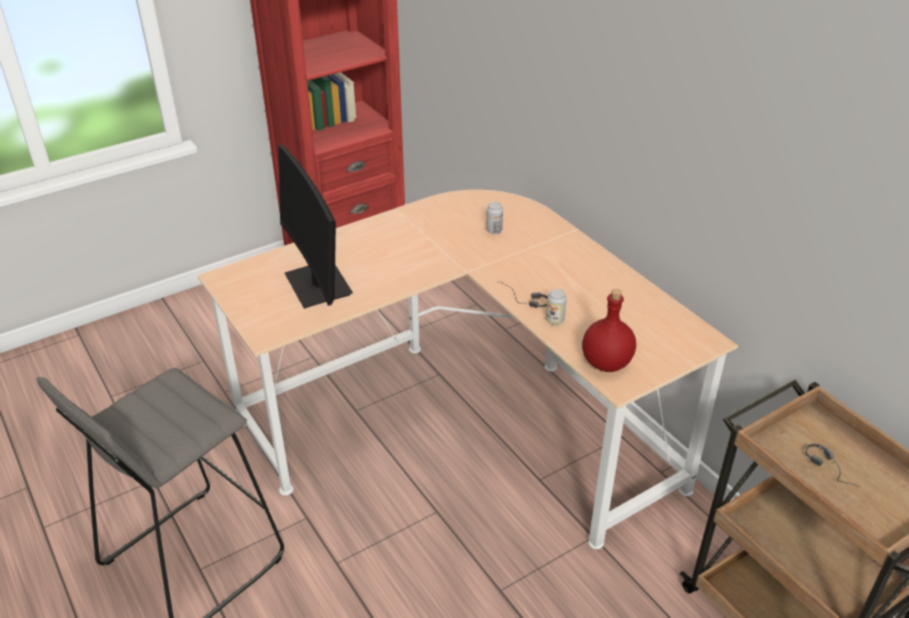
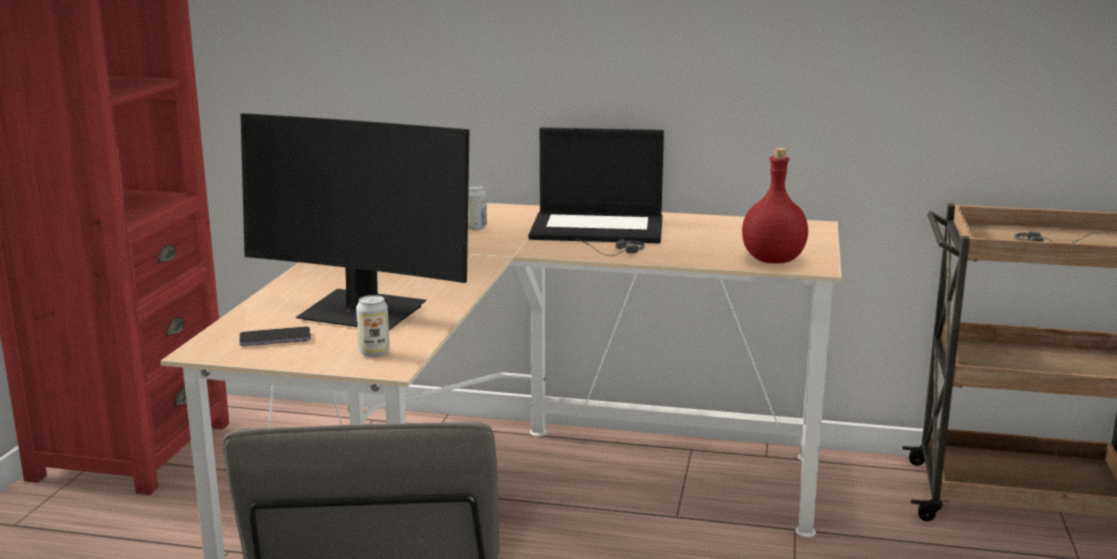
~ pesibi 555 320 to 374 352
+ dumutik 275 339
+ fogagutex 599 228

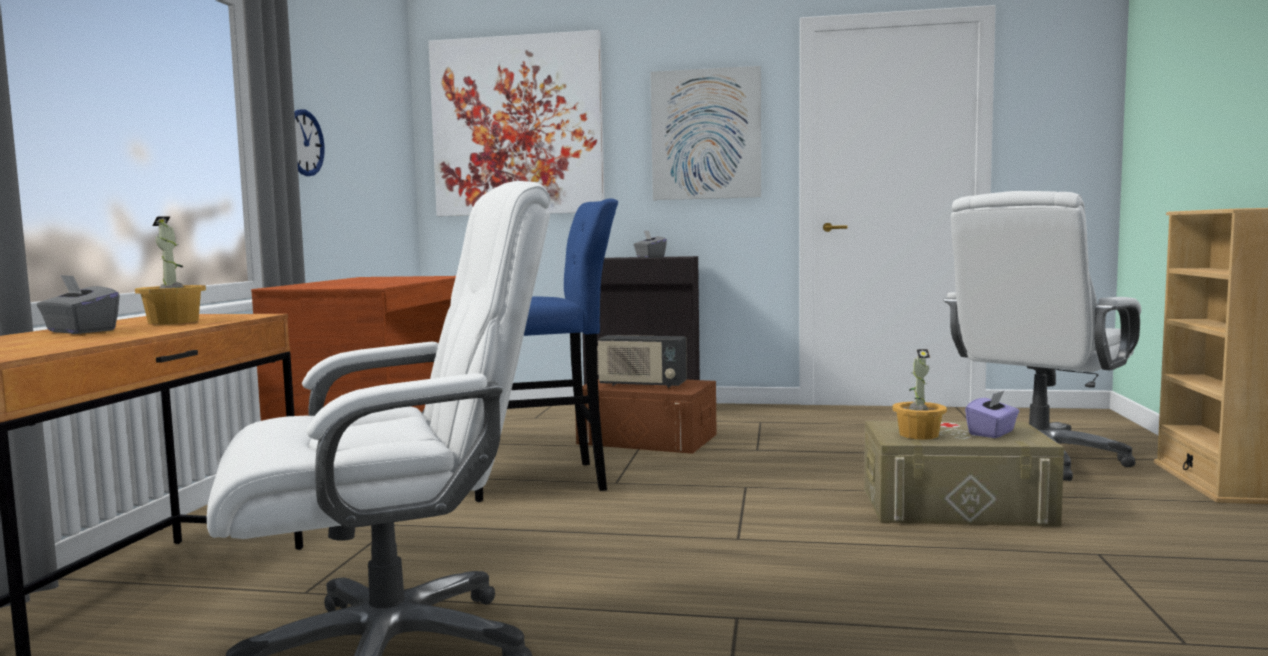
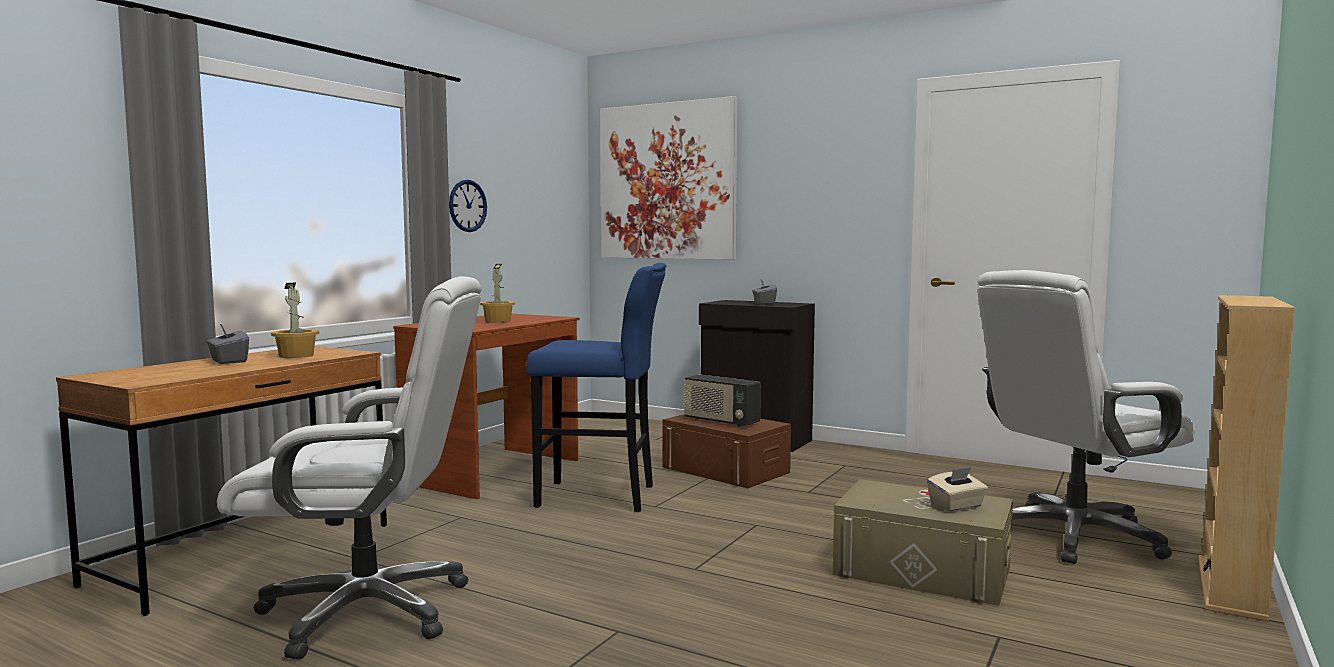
- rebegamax 706 134
~ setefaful 918 434 to 498 321
~ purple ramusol 992 433 to beige ramusol 956 506

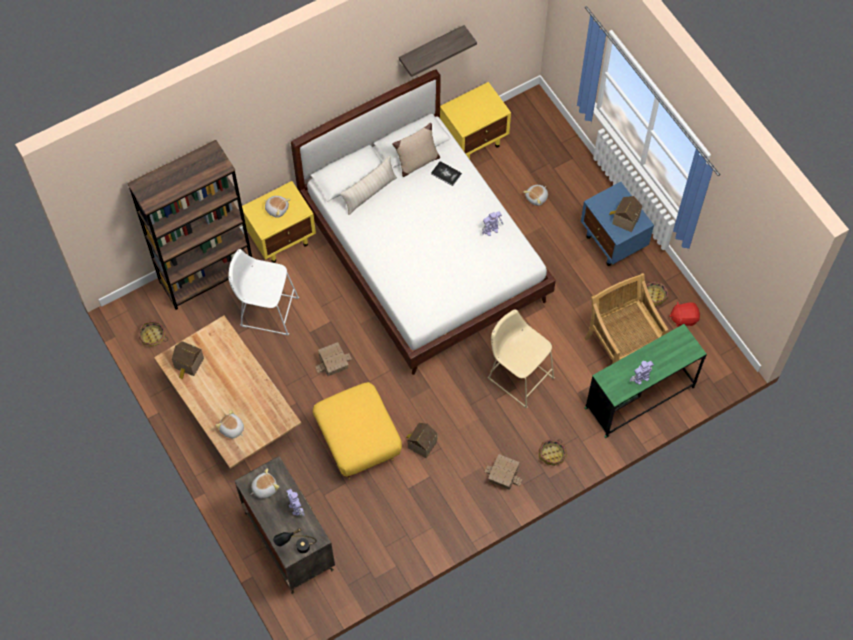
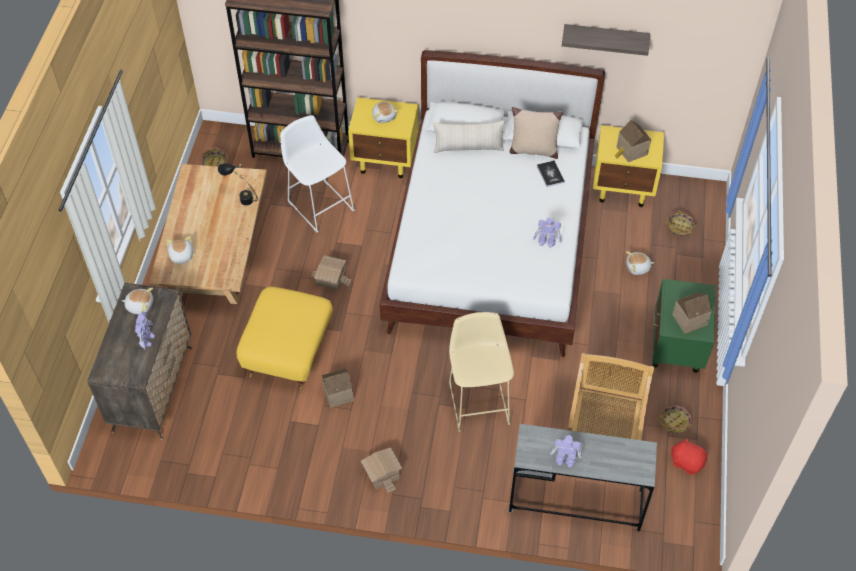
~ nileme 189 364 to 630 151
~ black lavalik 296 548 to 241 198
~ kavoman 552 454 to 680 227
~ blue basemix 613 243 to green basemix 676 350
~ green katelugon 639 398 to grey katelugon 575 501

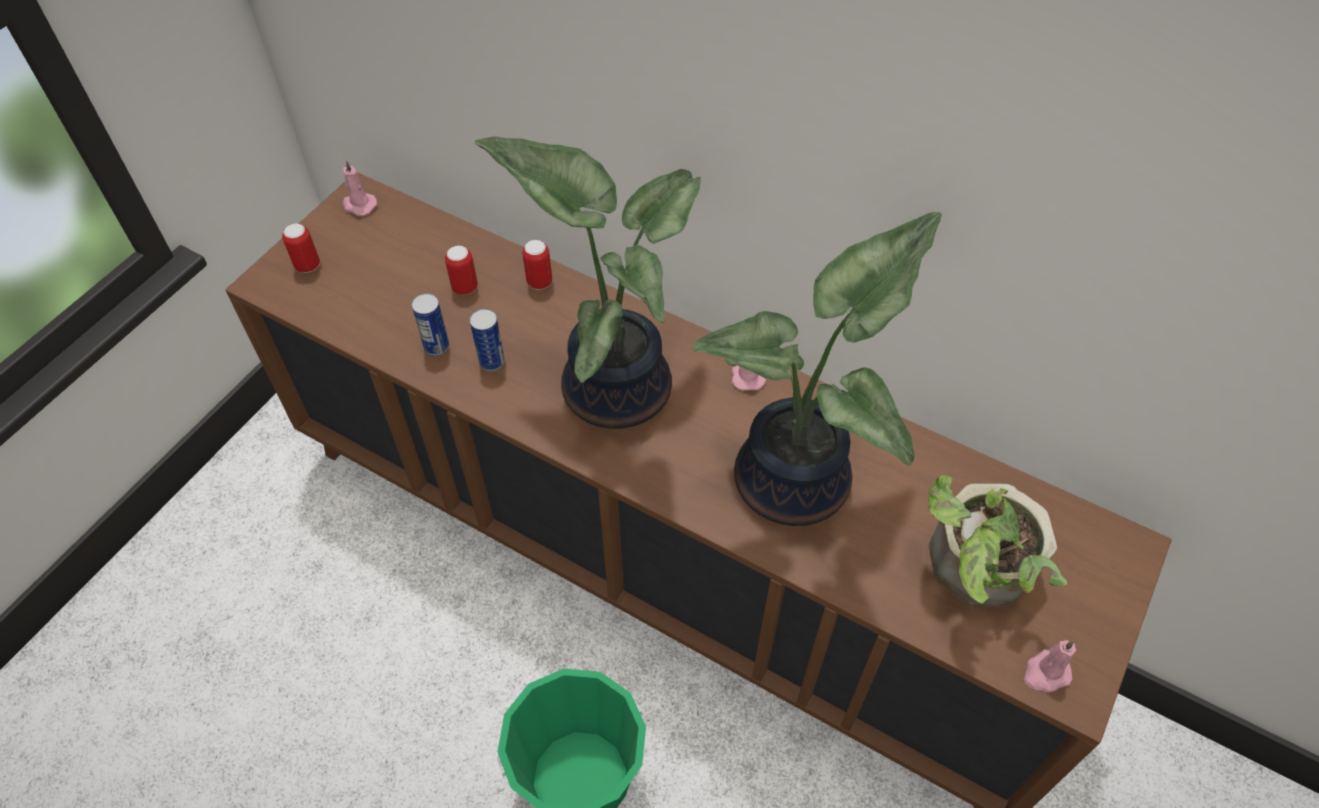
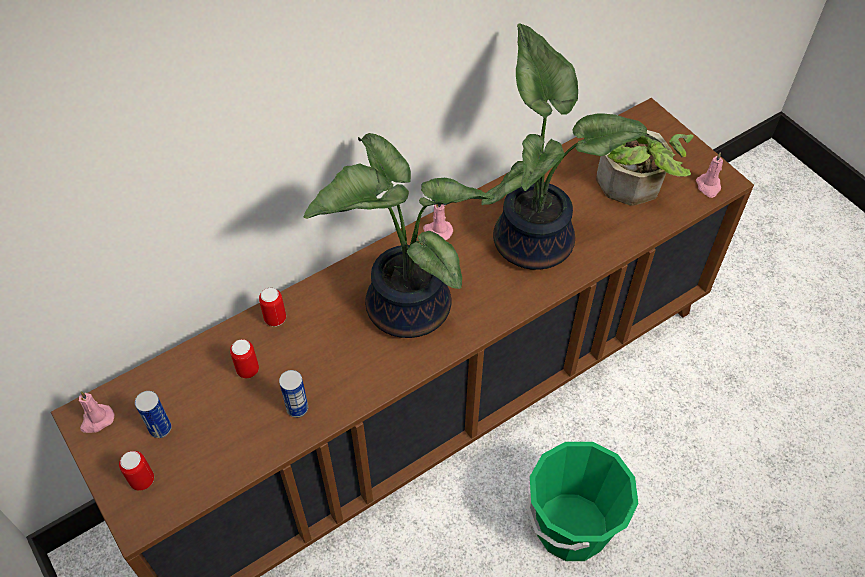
~ pesibi 492 362 to 160 428

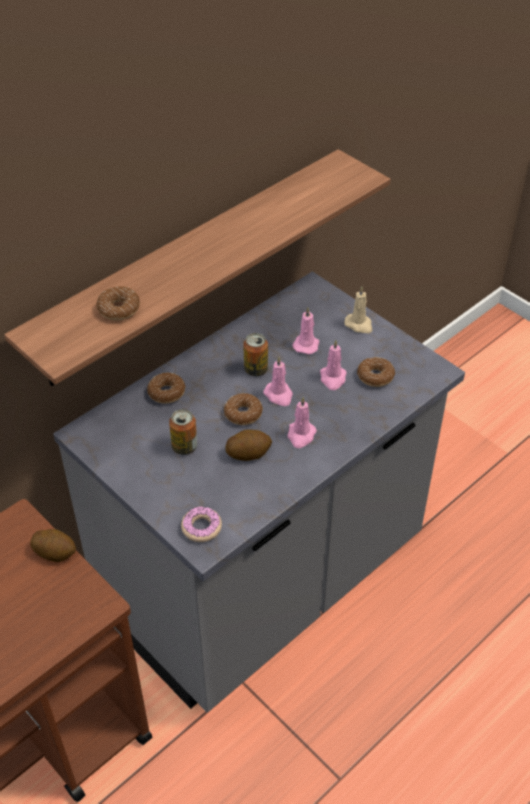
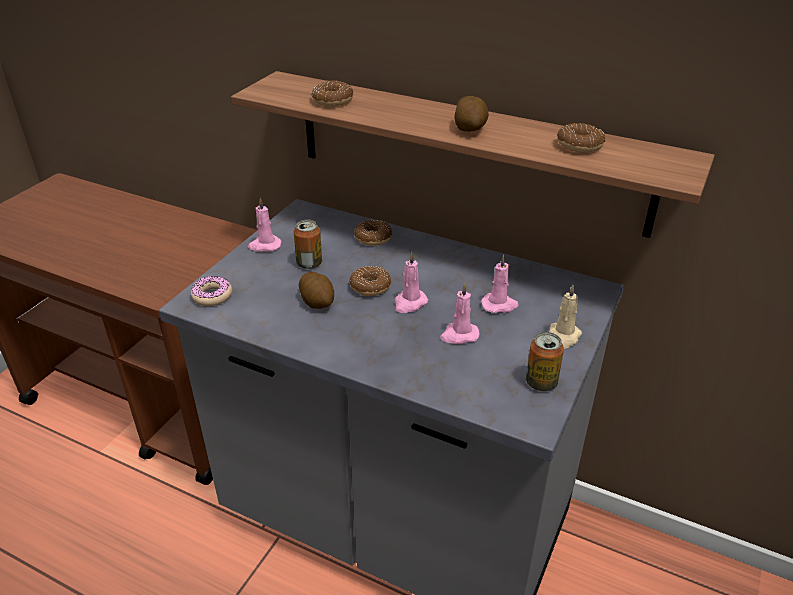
~ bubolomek 55 552 to 470 128
~ pesibi 256 369 to 541 382
~ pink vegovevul 301 435 to 264 245
~ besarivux 375 376 to 579 145

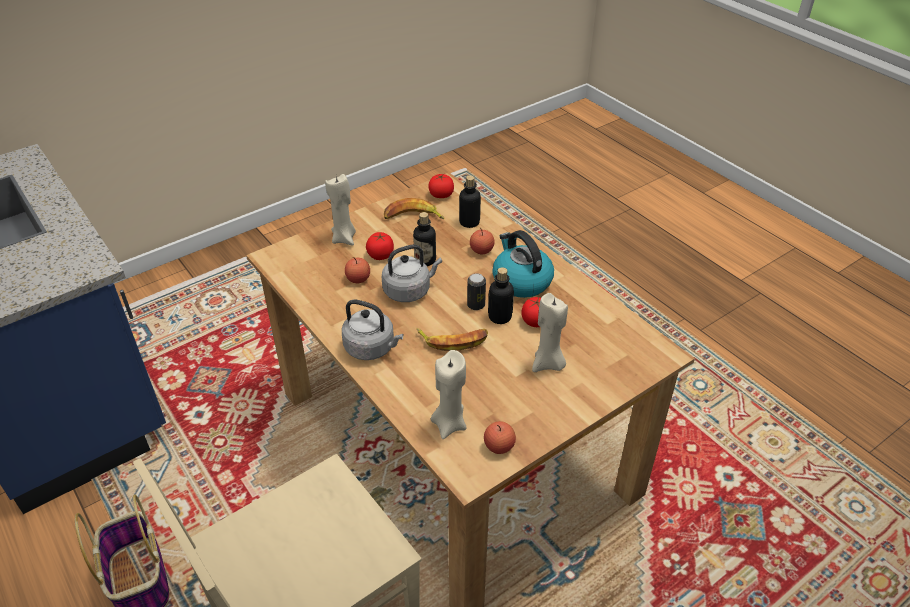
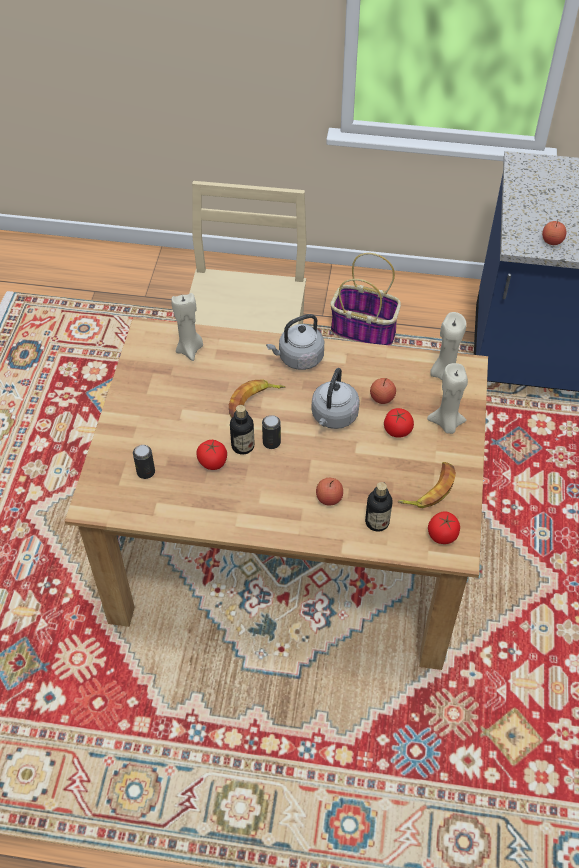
- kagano 425 260
~ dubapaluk 499 446 to 552 241
- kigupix 521 281
~ beige vegovevul 548 364 to 443 373
+ pesibi 146 472

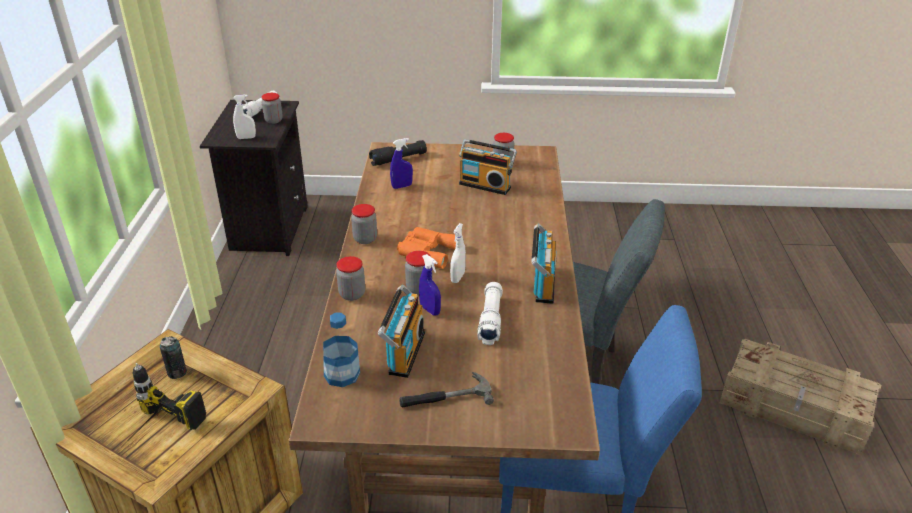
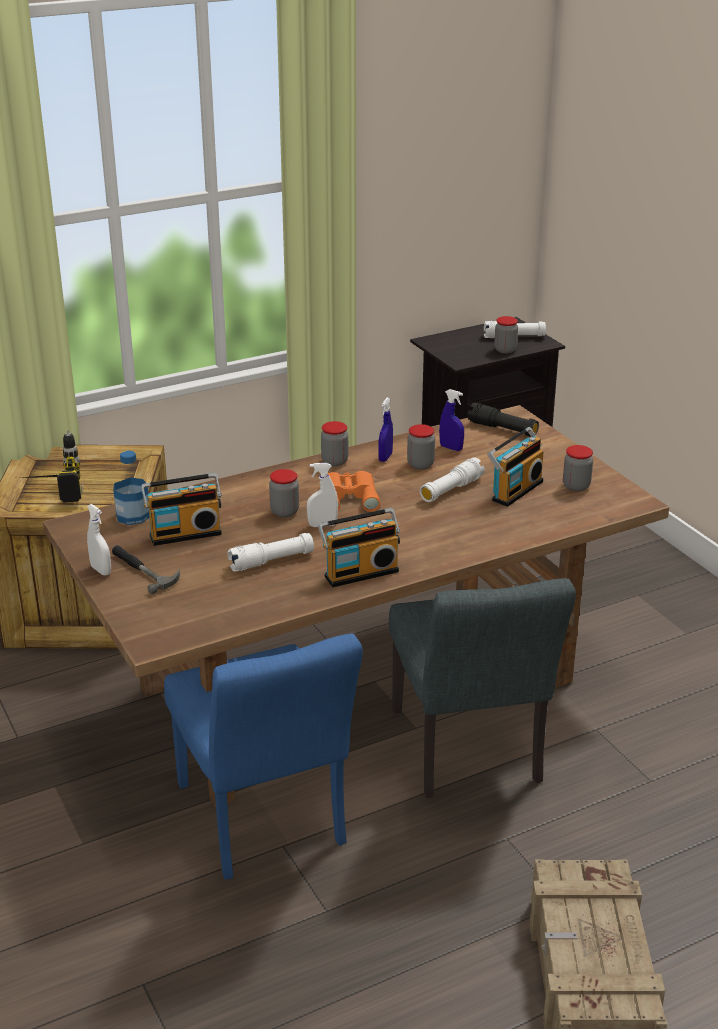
- pesibi 177 372
~ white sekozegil 246 138 to 101 570
~ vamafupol 352 294 to 420 464
~ blue sekozegil 430 310 to 385 457
~ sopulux 485 185 = 514 490 135 degrees counterclockwise
+ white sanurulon 451 490

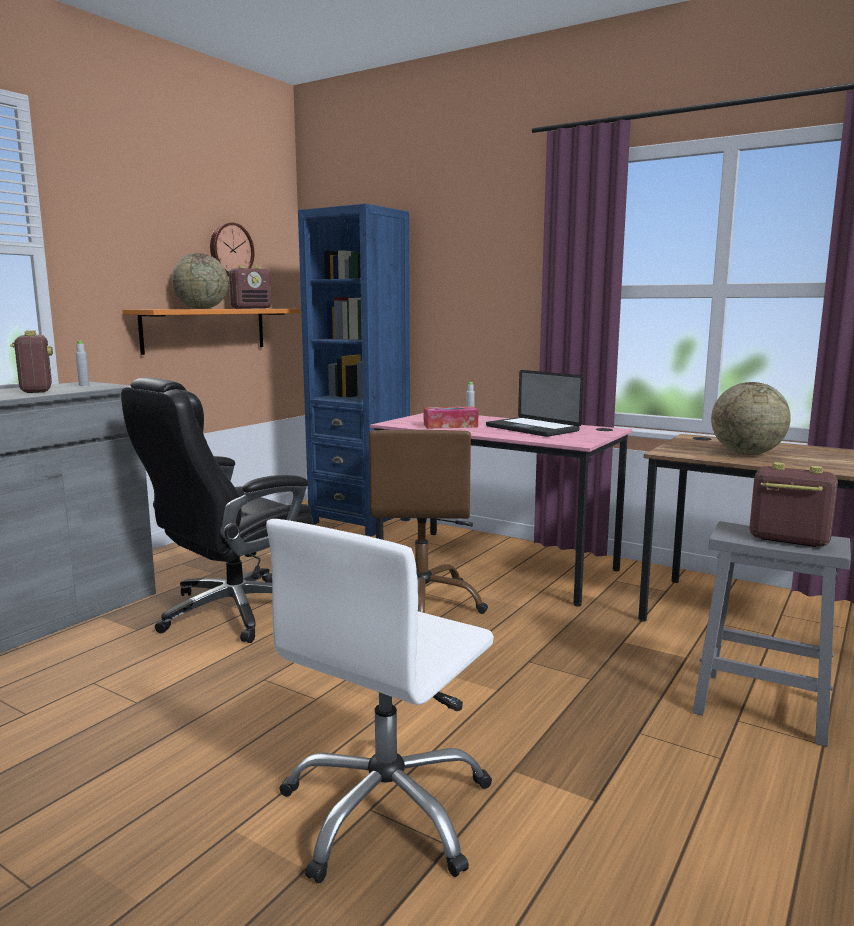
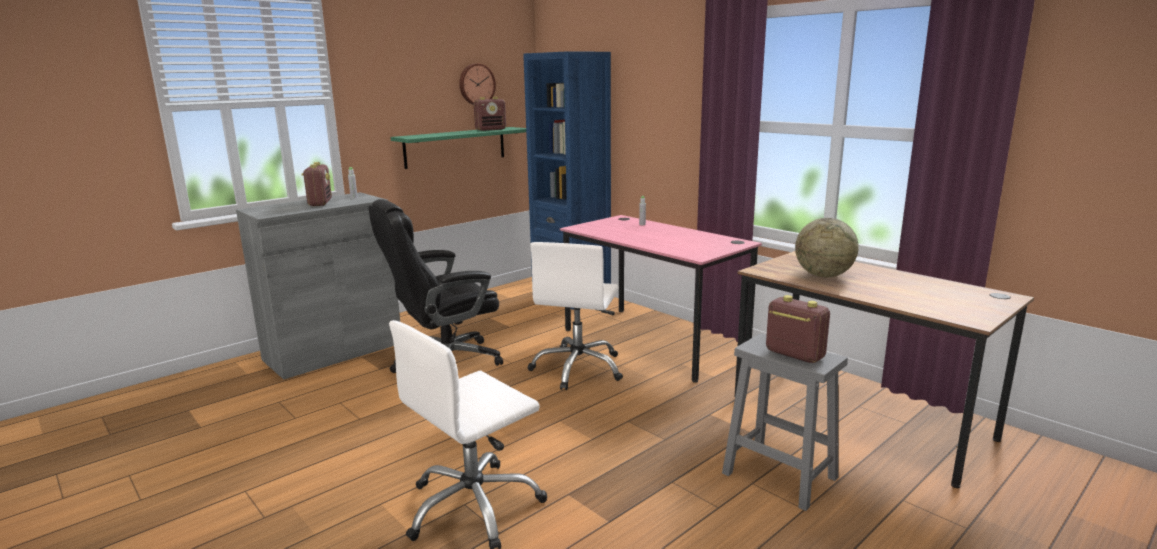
~ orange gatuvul 205 329 to green gatuvul 455 147
- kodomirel 202 308
~ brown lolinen 422 604 to white lolinen 578 368
- ramusol 450 425
- fogagutex 532 428

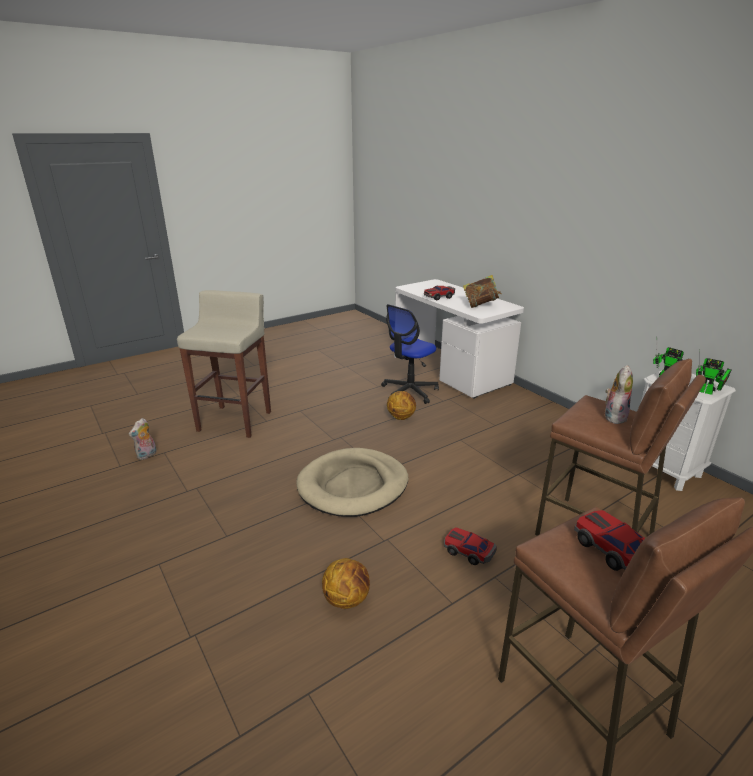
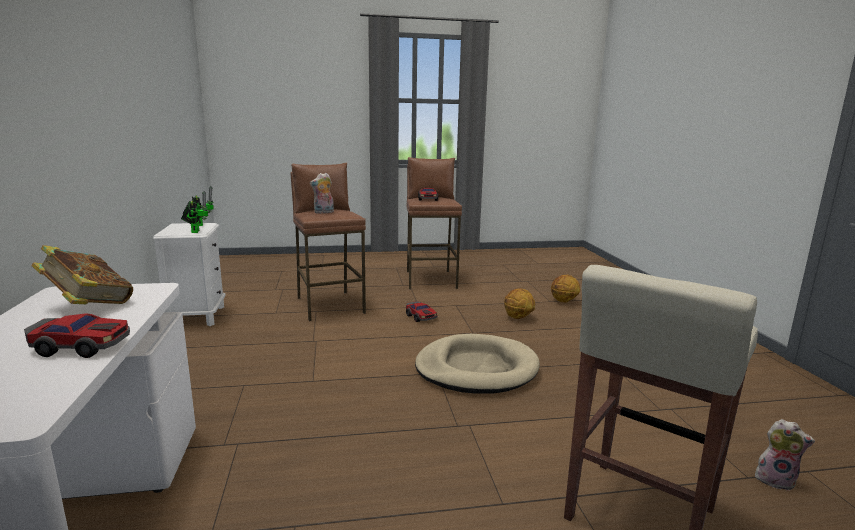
~ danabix 147 455 = 776 479 60 degrees clockwise
- lolinen 409 392
~ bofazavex 401 417 to 563 301

